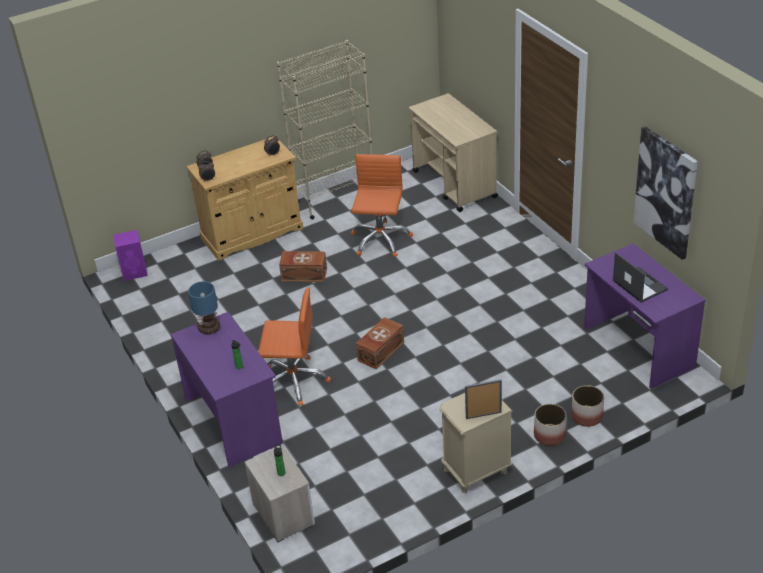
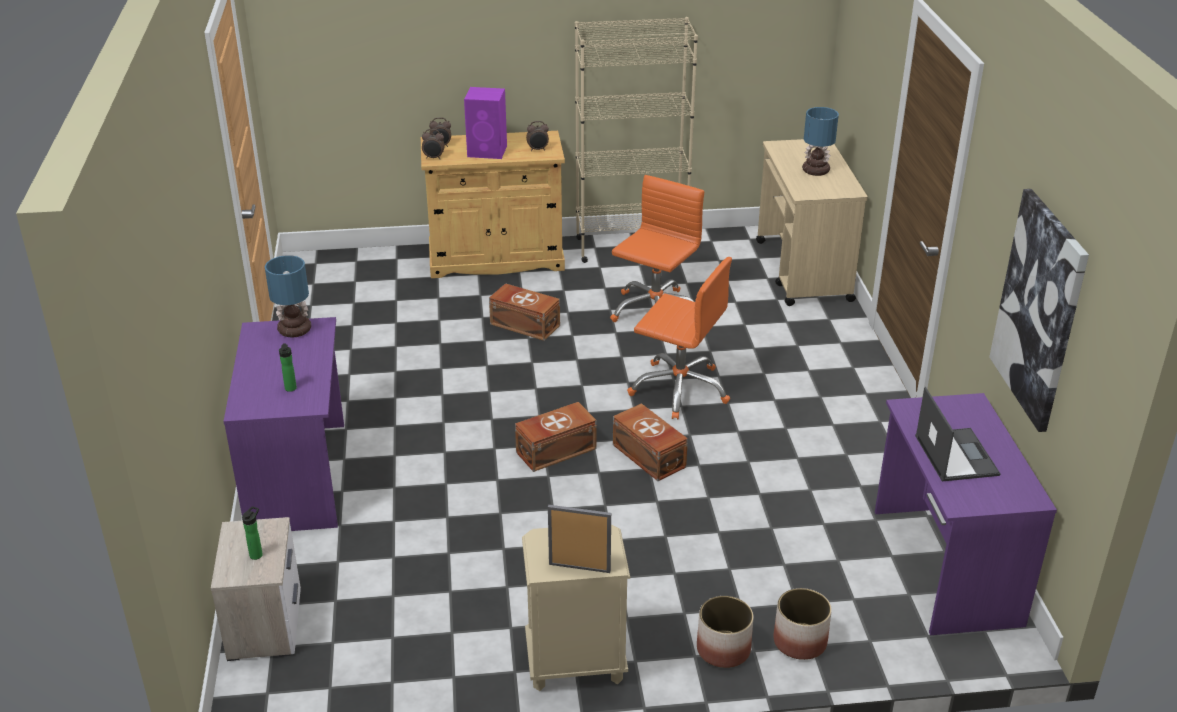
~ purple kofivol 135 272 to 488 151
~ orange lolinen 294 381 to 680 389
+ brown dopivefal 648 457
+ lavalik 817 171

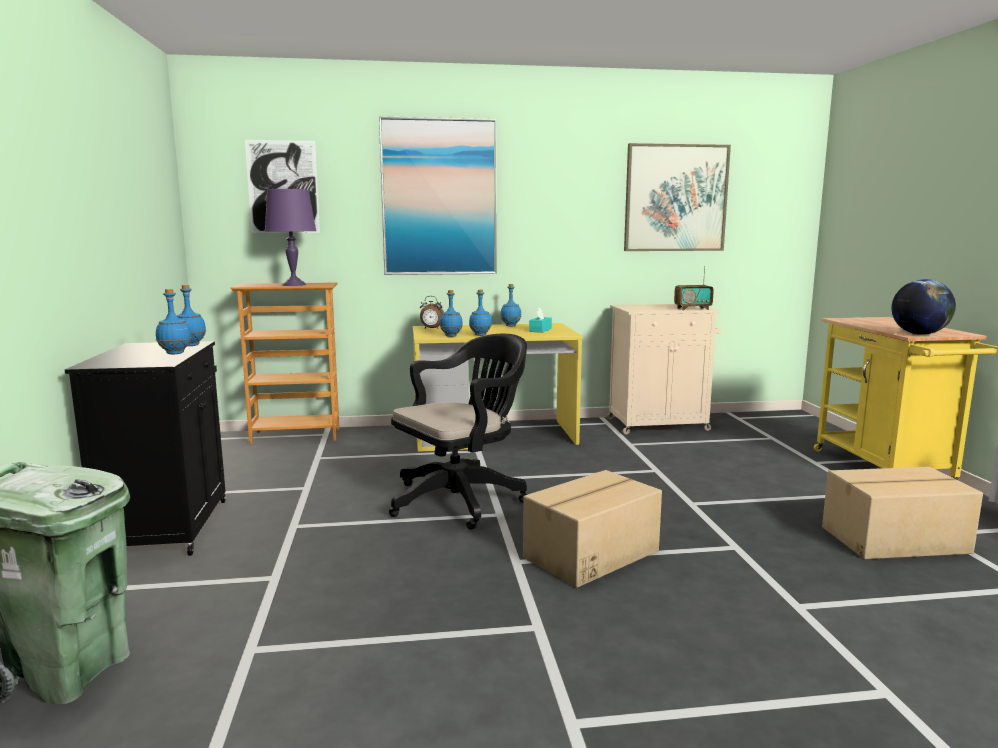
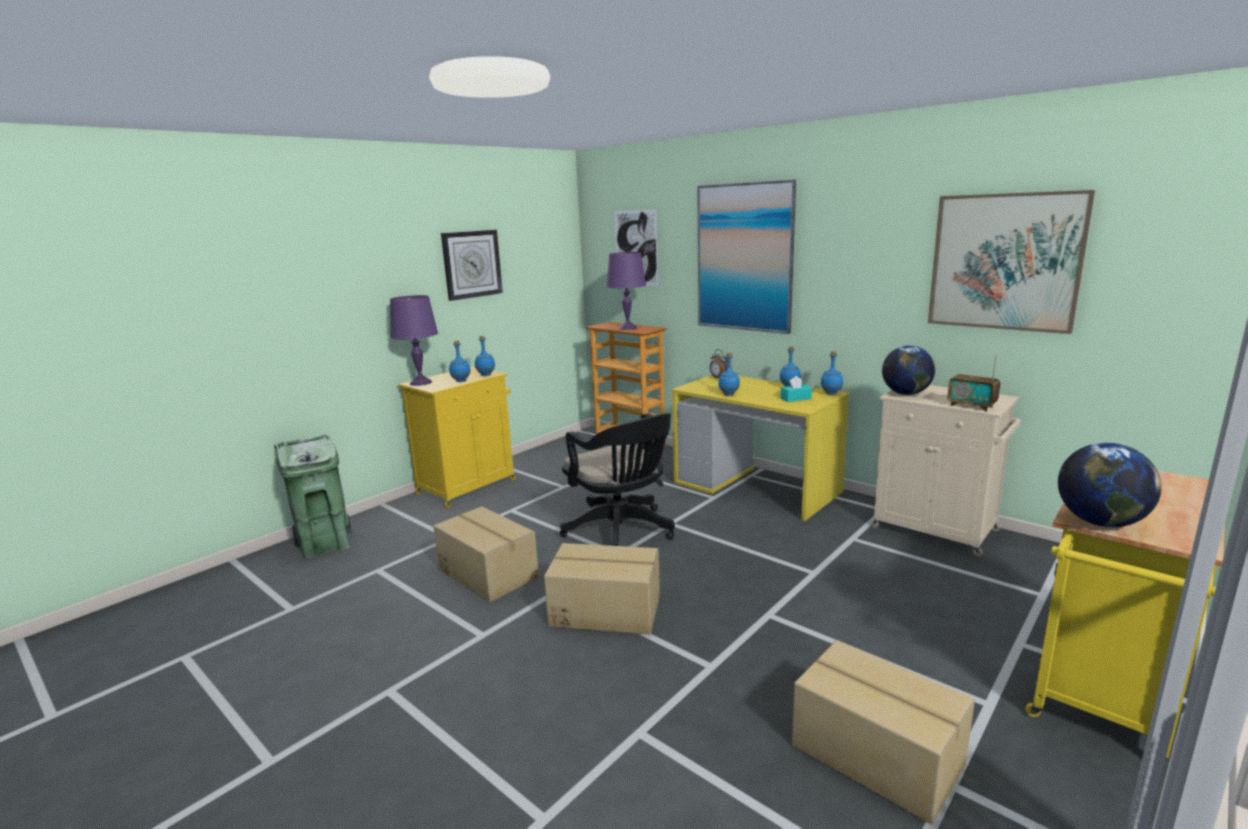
~ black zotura 167 527 to yellow zotura 468 486
~ black lolinen 462 499 = 622 532 45 degrees clockwise
~ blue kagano 451 336 to 831 394
+ purple lavalik 420 382
+ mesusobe 489 573
+ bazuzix 472 264
+ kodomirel 906 394

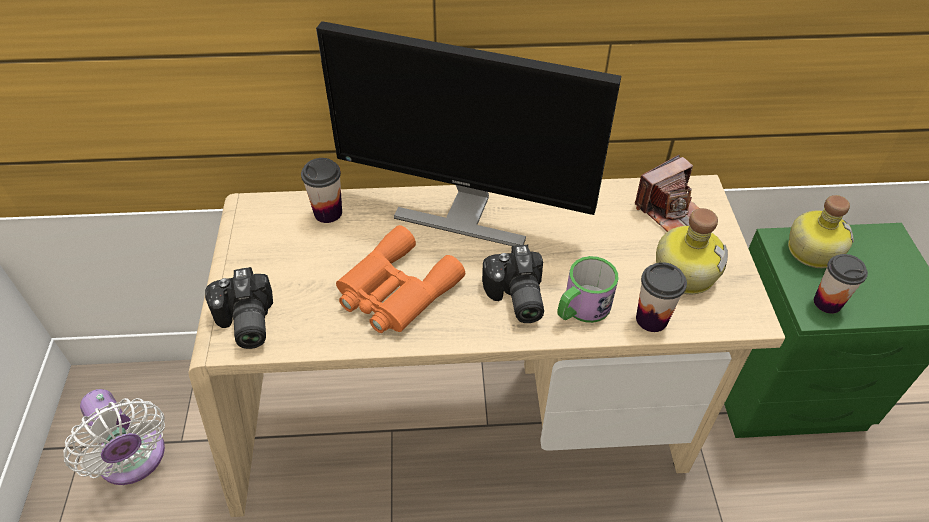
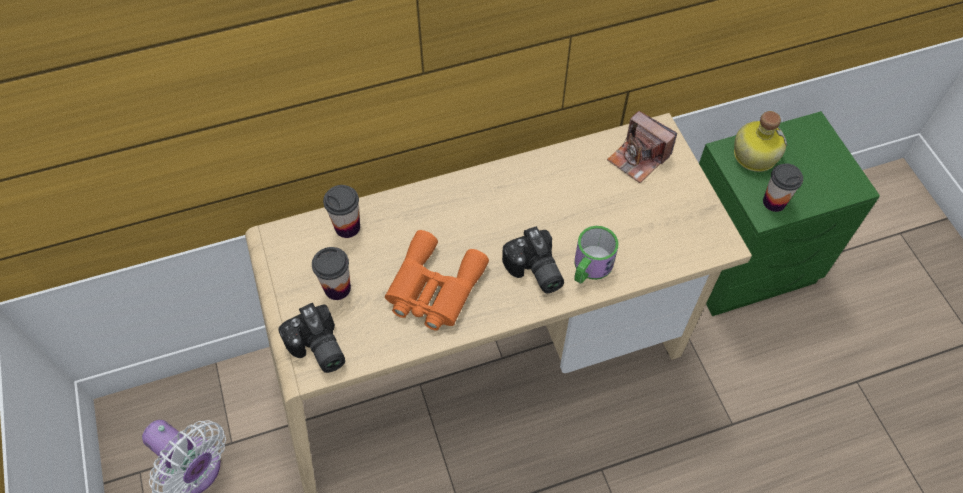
- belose 464 213
~ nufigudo 670 210 = 638 158 90 degrees clockwise
~ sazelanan 651 319 to 337 288
- kagano 684 271

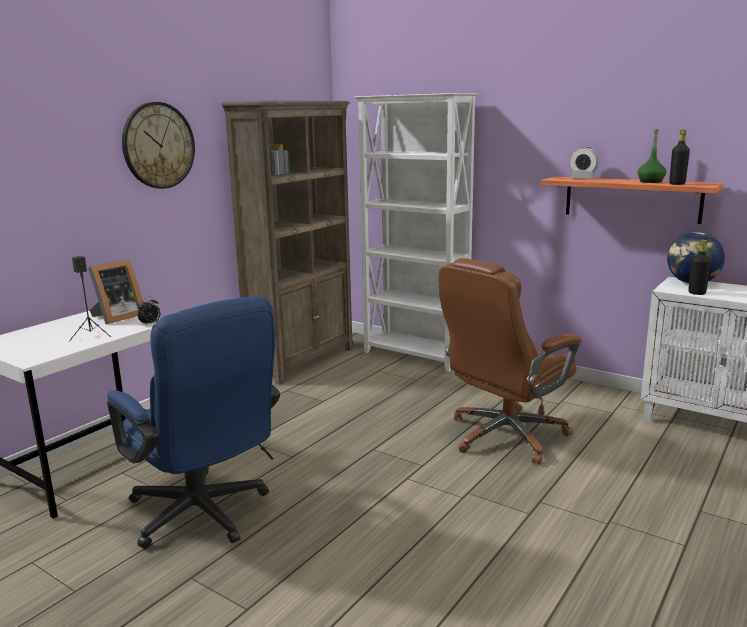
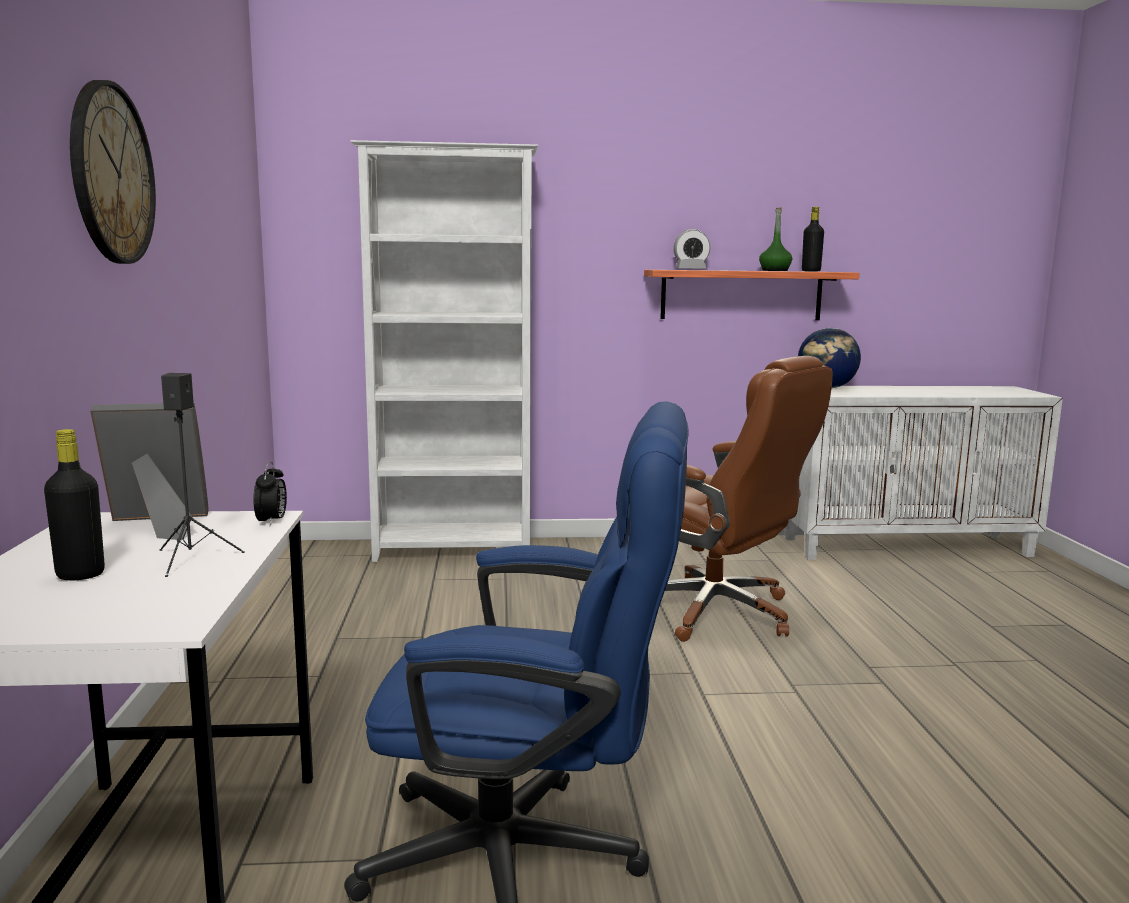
~ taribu 116 317 = 159 525 105 degrees counterclockwise
- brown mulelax 302 361
~ brown lolinen 505 436 = 717 612 60 degrees counterclockwise
~ black kagano 697 293 to 80 575

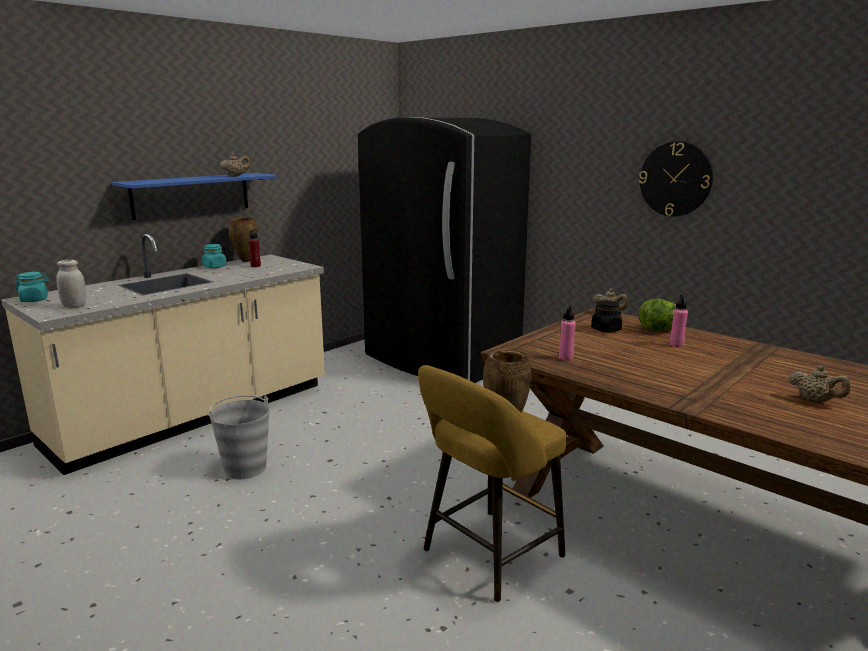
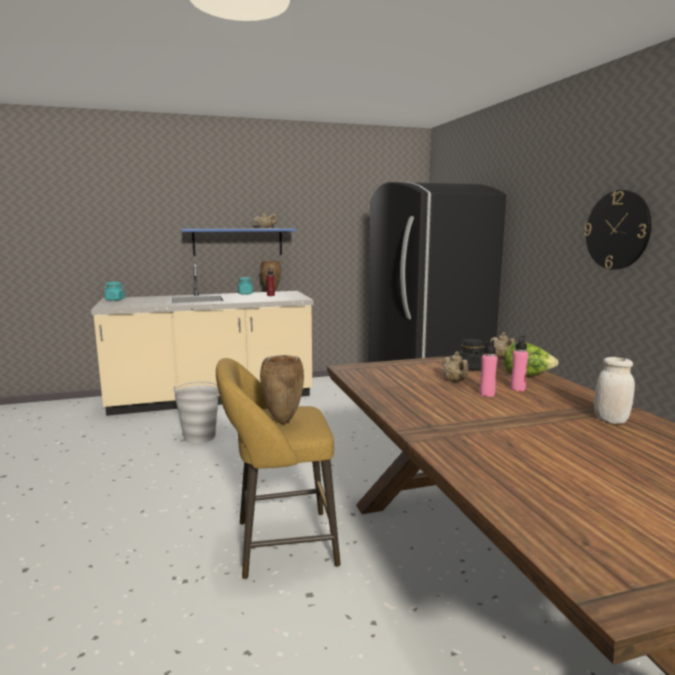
~ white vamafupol 74 306 to 610 420
~ pink kagano 565 358 to 487 394
~ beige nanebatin 815 401 to 455 381

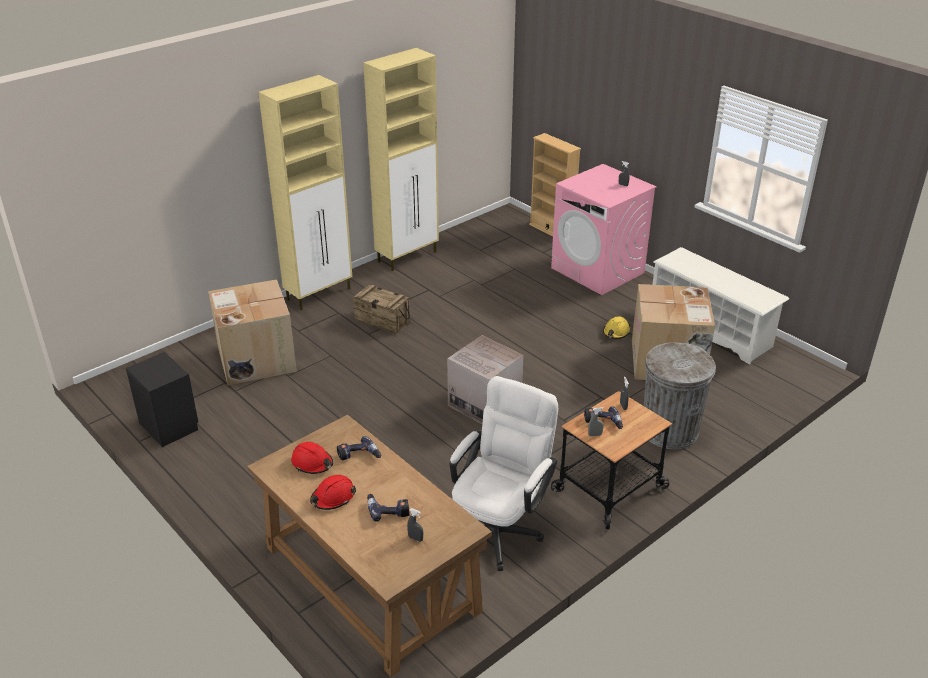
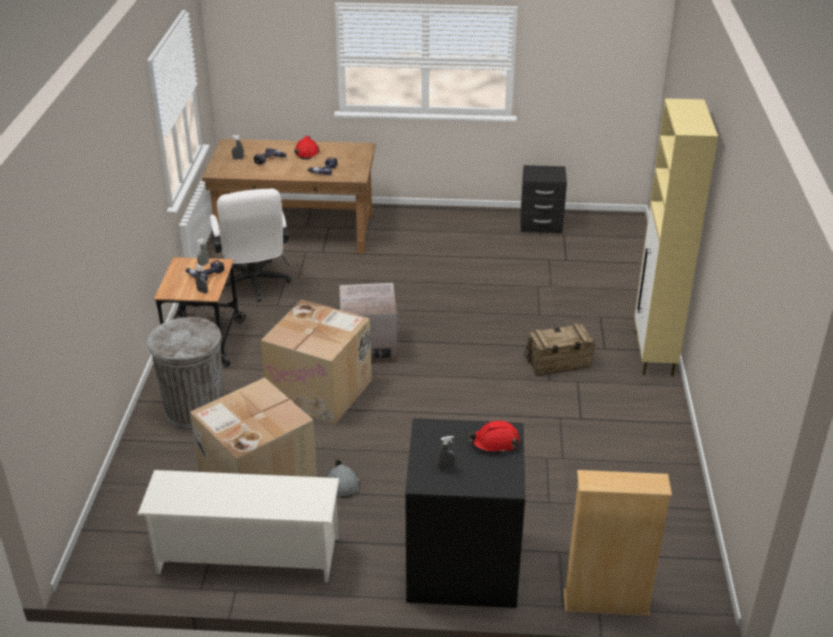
~ mesusobe 255 358 to 321 391
~ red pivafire 312 463 to 494 443
- beige zotura 408 256
~ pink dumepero 598 270 to black dumepero 461 565
~ yellow pivafire 616 332 to grey pivafire 342 484

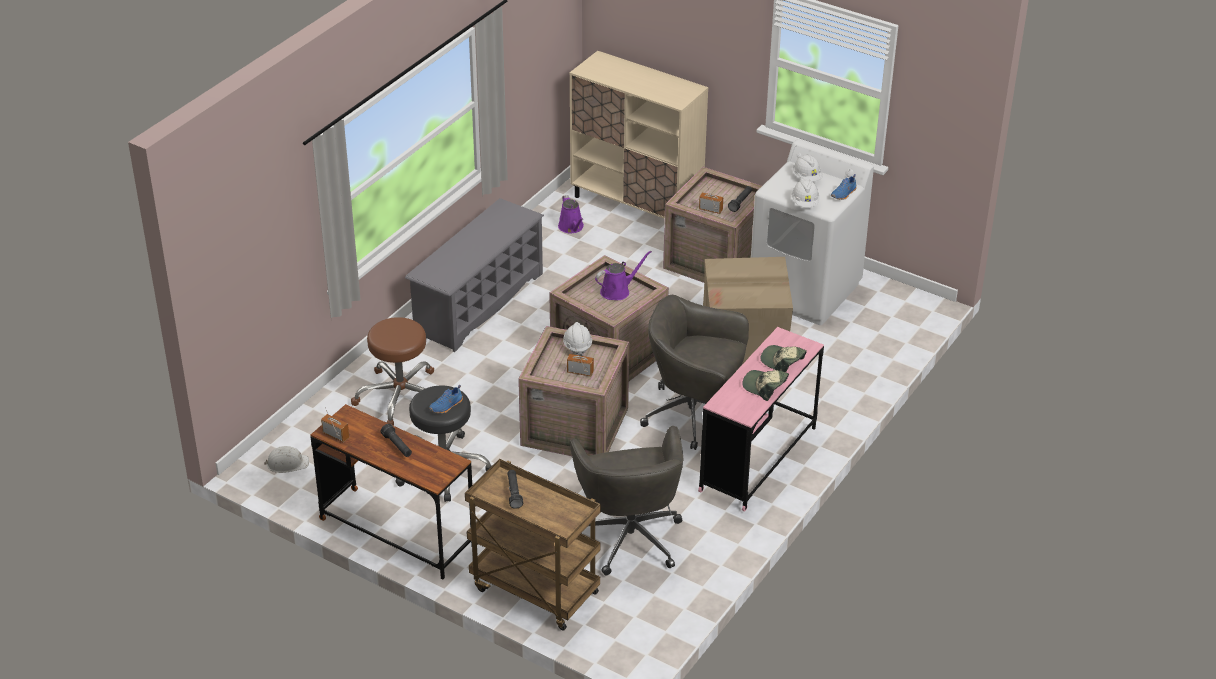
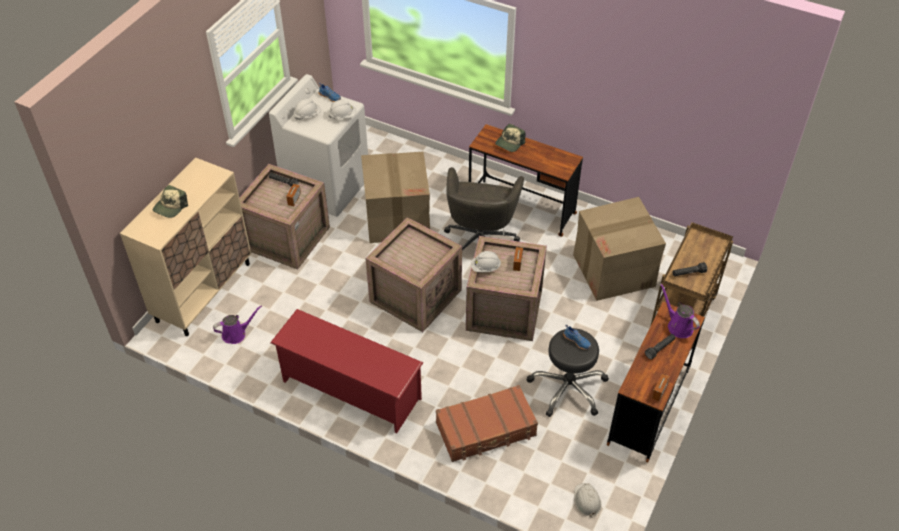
~ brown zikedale 400 397 to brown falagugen 486 430
~ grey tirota 478 303 to red tirota 350 390
~ grey lolinen 629 536 to mesusobe 614 270
~ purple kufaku 617 291 to 678 326
~ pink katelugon 758 459 to brown katelugon 521 208
~ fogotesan 764 387 to 170 207

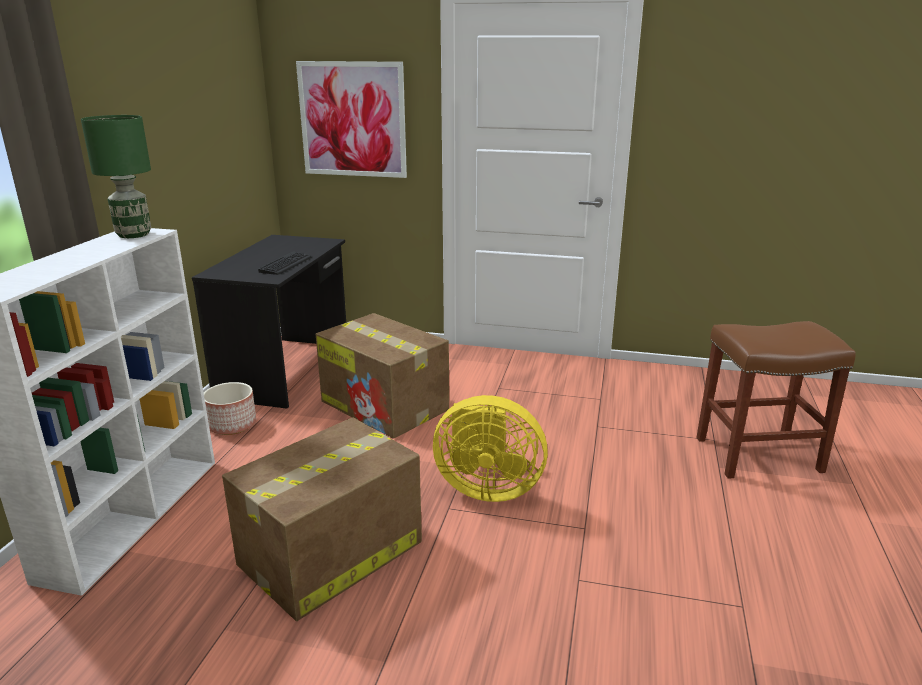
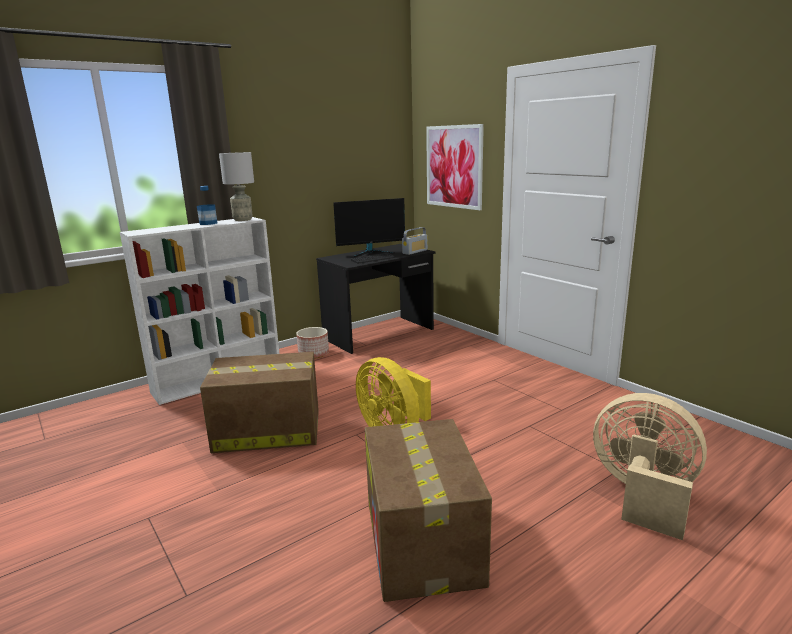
~ green lavalik 134 235 to grey lavalik 243 220
~ mesusobe 386 406 to 423 542
~ brown zikedale 757 455 to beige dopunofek 642 495
+ kagano 208 223
+ belose 371 252
+ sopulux 415 252

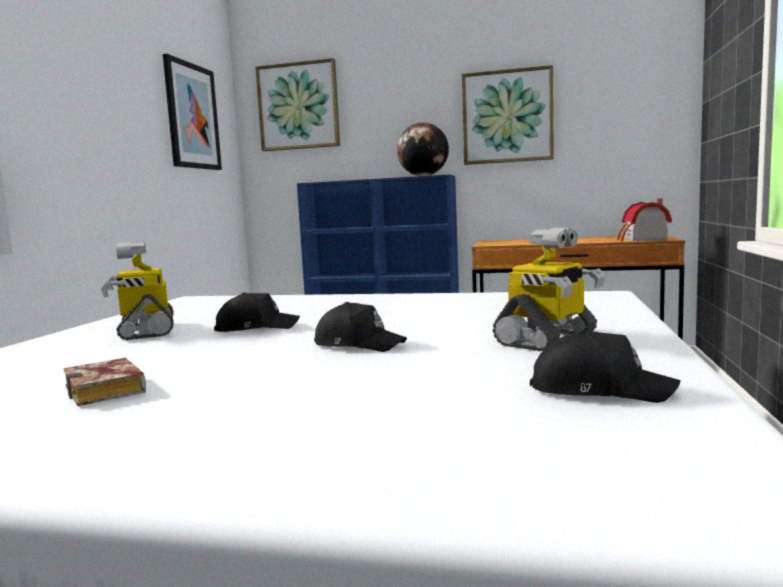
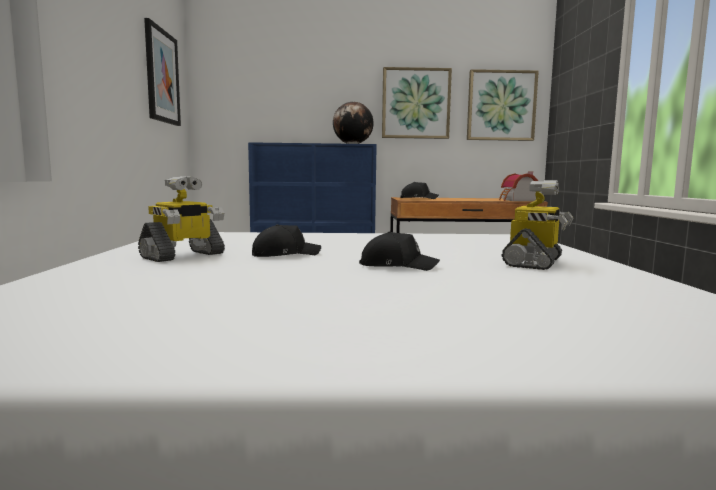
- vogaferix 109 390
~ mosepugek 145 331 = 183 256 105 degrees counterclockwise
~ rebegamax 298 106 to 501 106
~ black fogotesan 598 389 to 418 198

